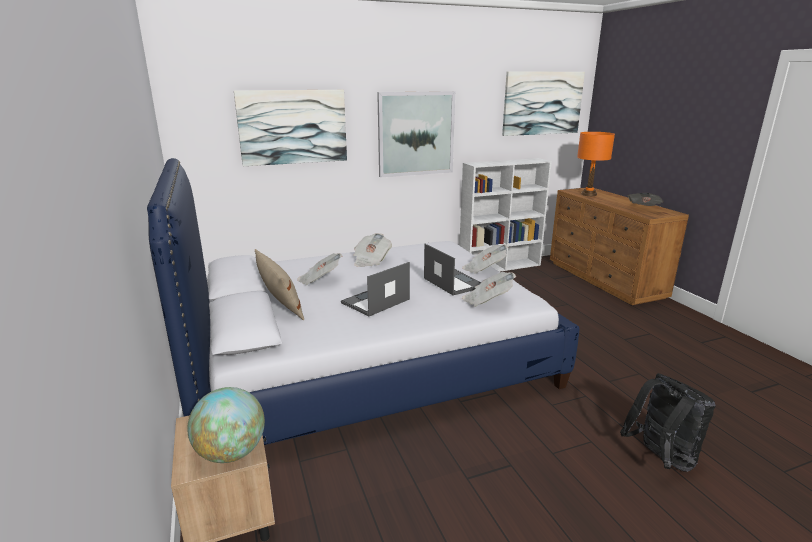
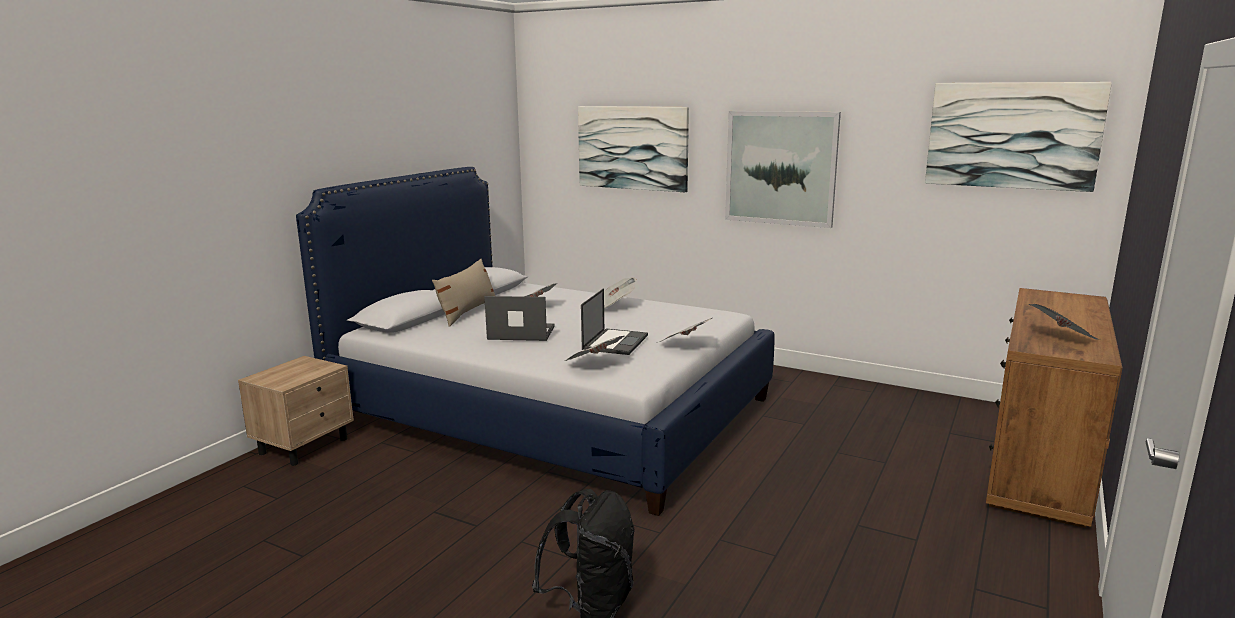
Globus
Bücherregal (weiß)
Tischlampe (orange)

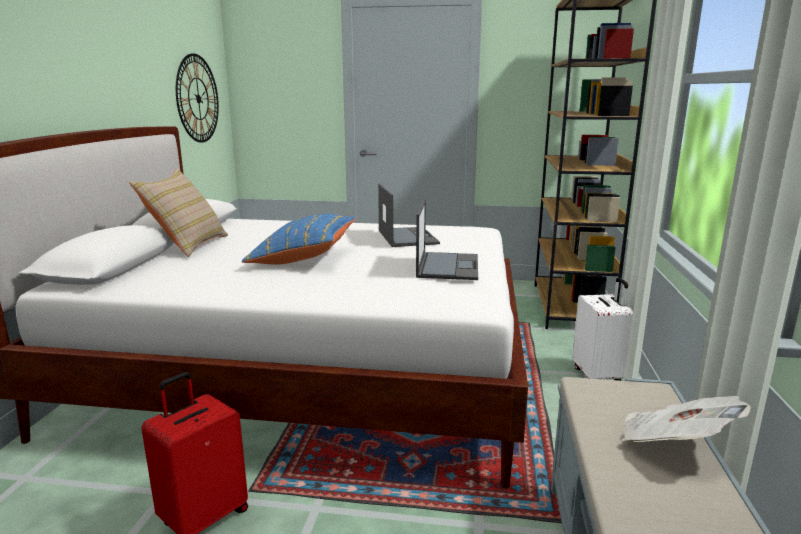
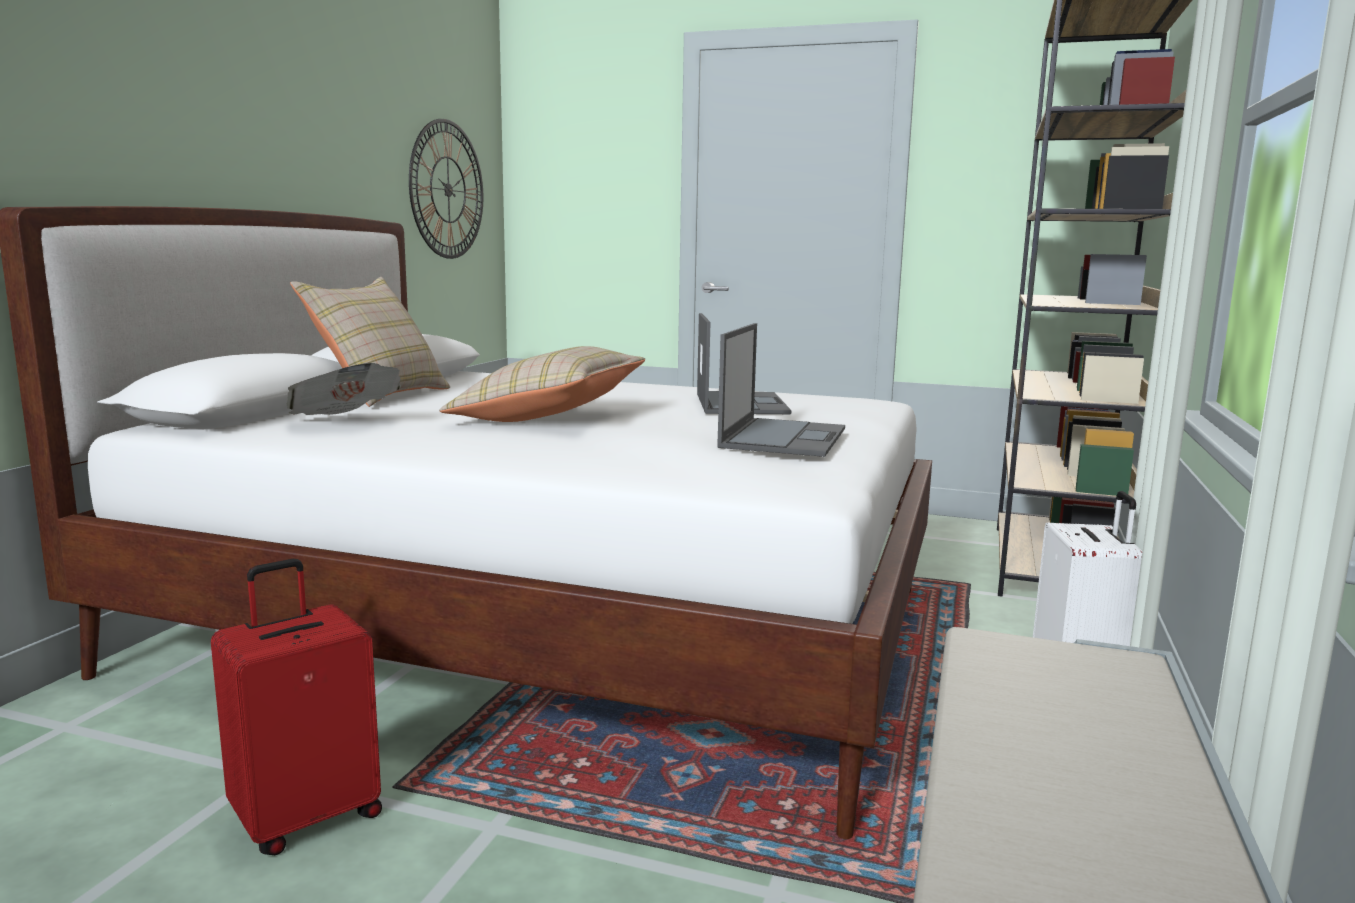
Kissen (beige) (2nd from left)
Zeitung

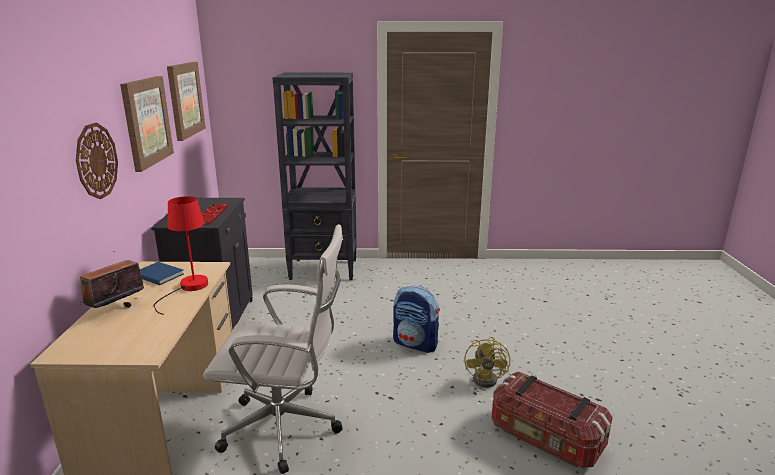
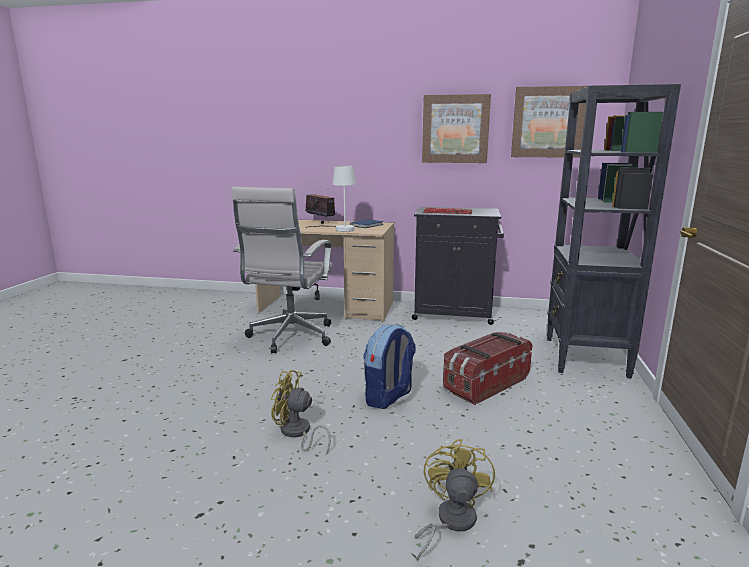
Wanduhr
Tischlampe (weiß)
Aufbewahrungsbox
Ventilator (gelb) (2nd from left)

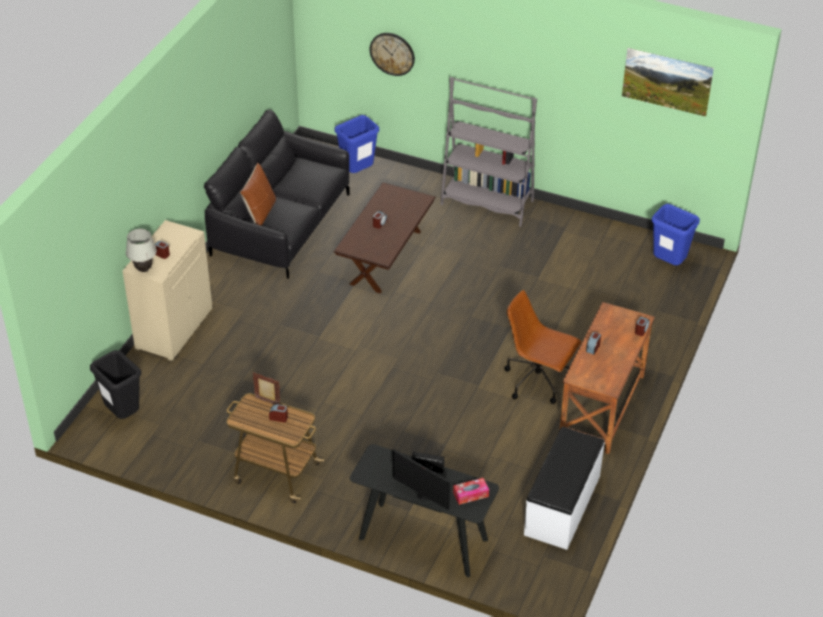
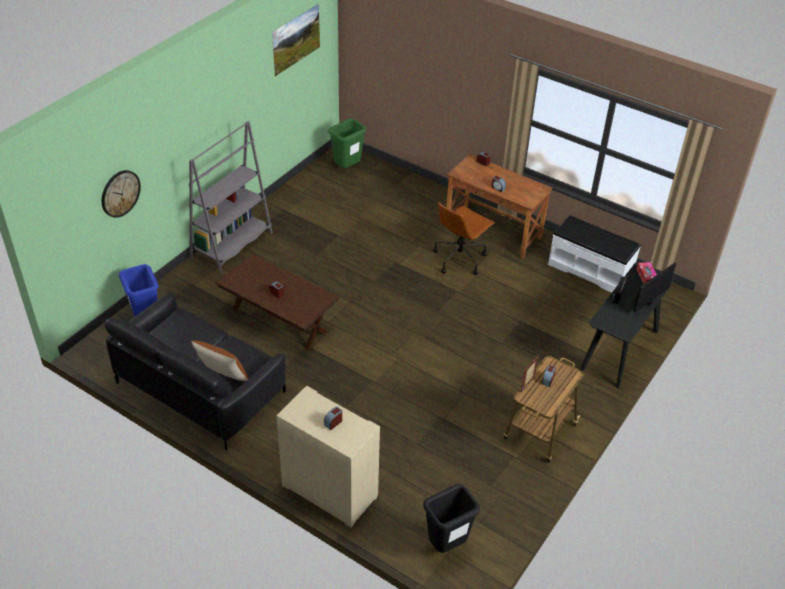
Tischlampe (weiß)
Mülleimer (grün)

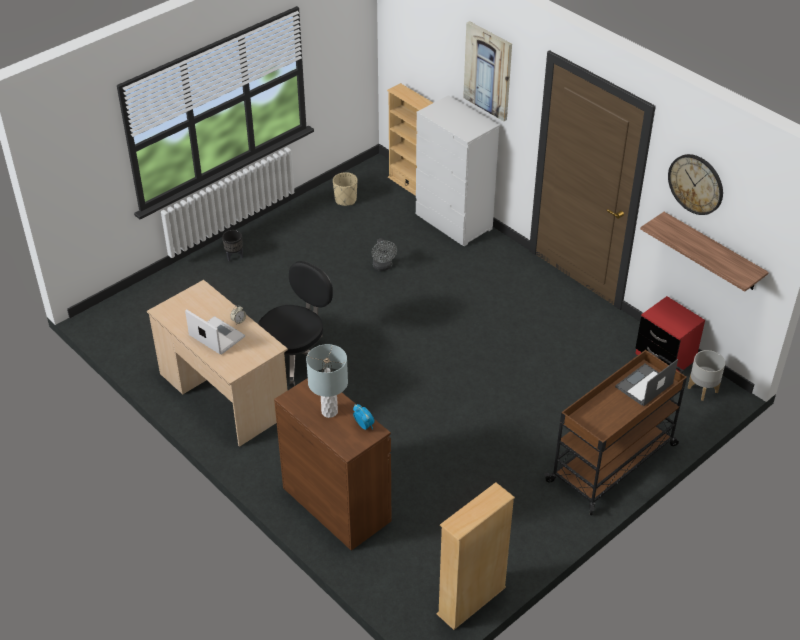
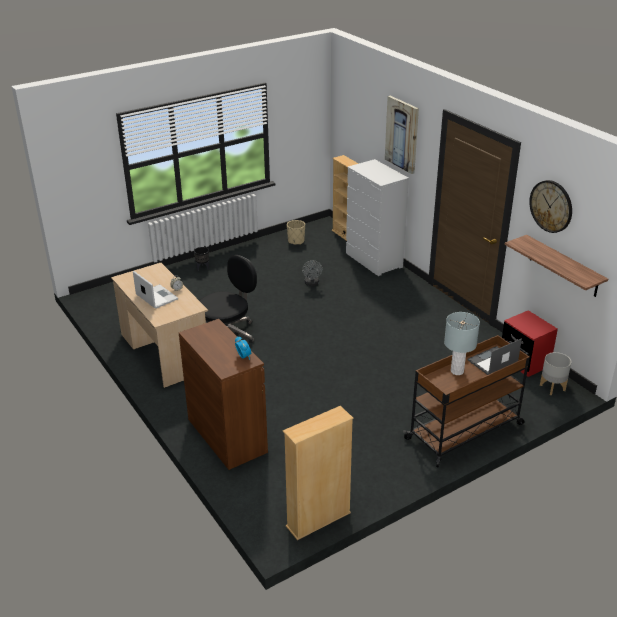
Tischlampe (grau)

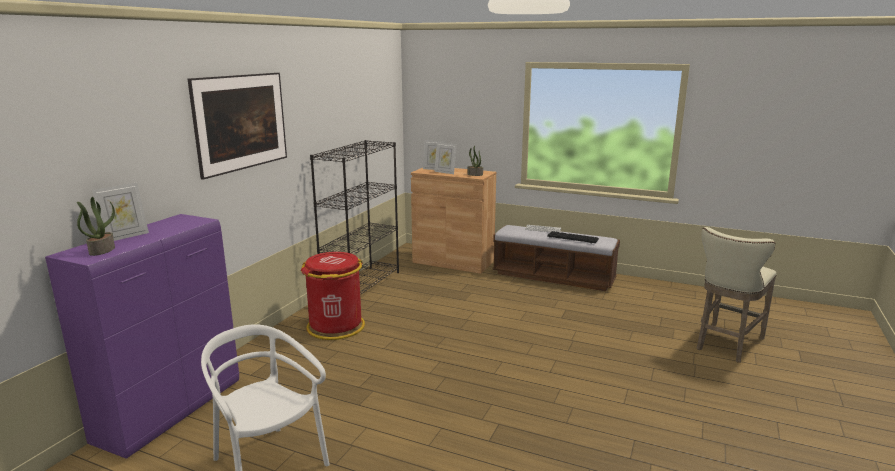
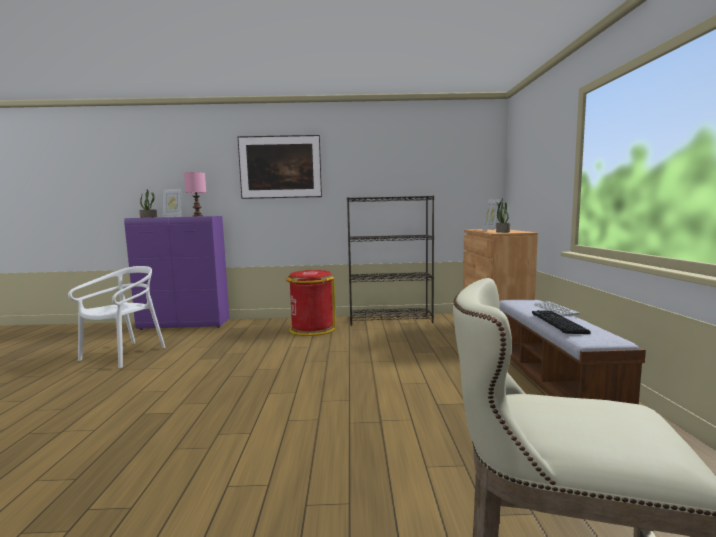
Tischlampe (rosa)

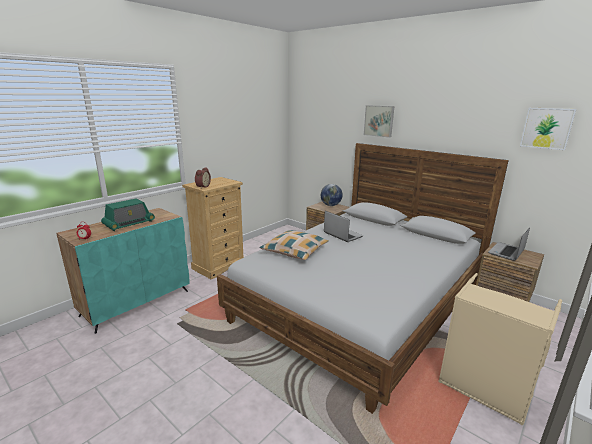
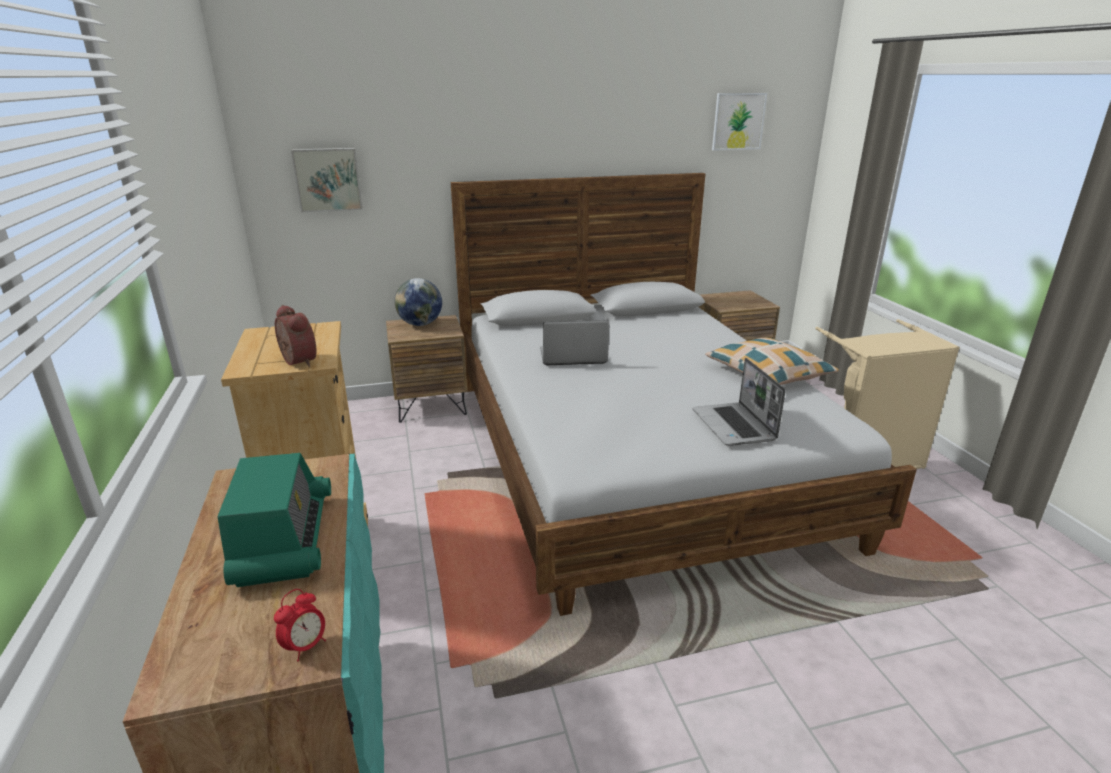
Kissen
Bild (1st from left)
Laptop (2nd from left)

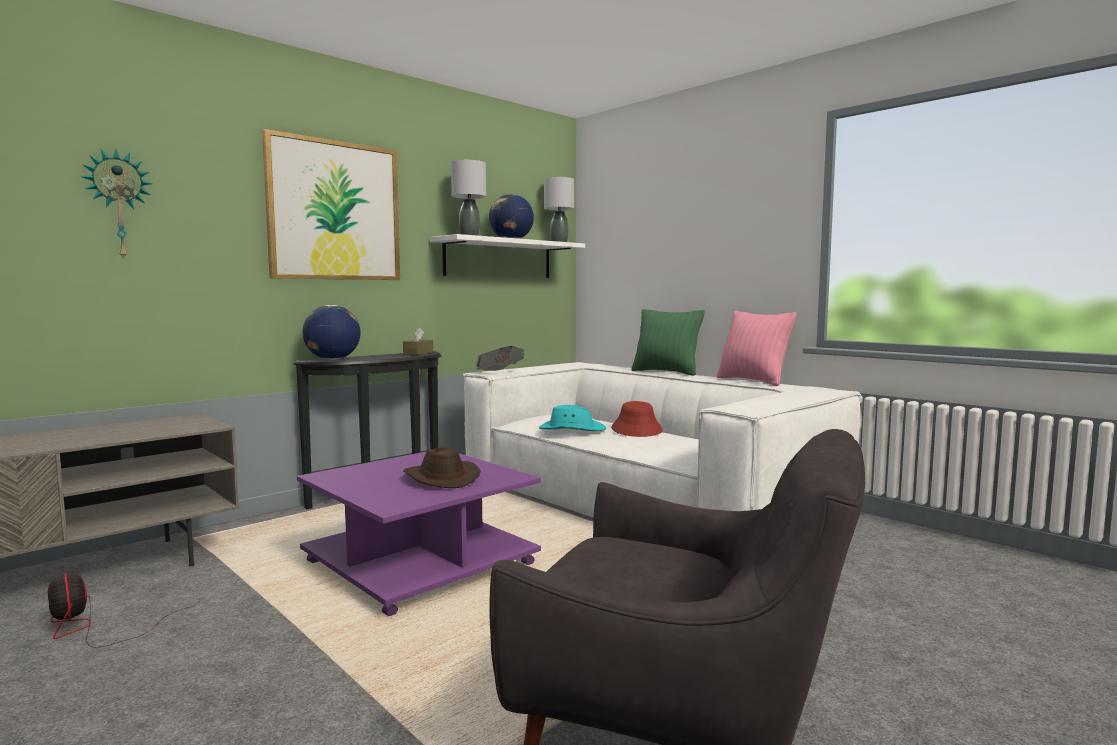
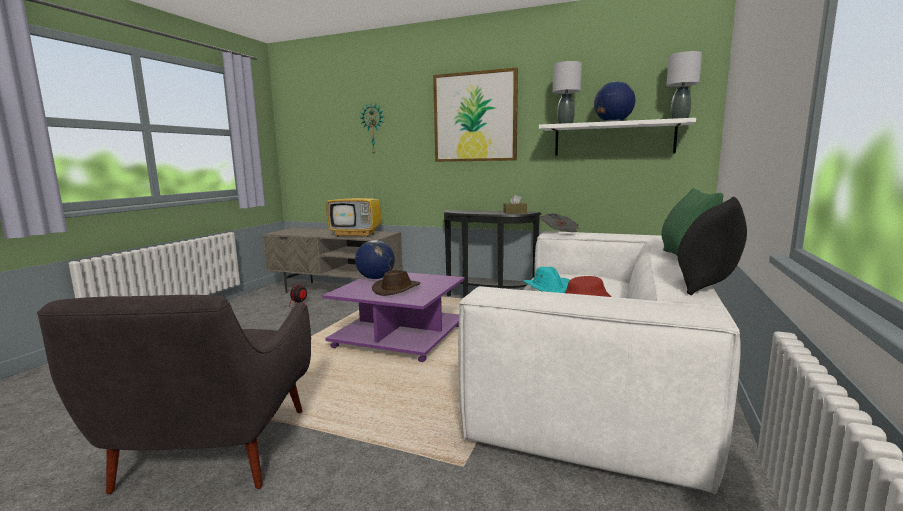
Globus (1st from left)
Kissen (schwarz)
Fernseher

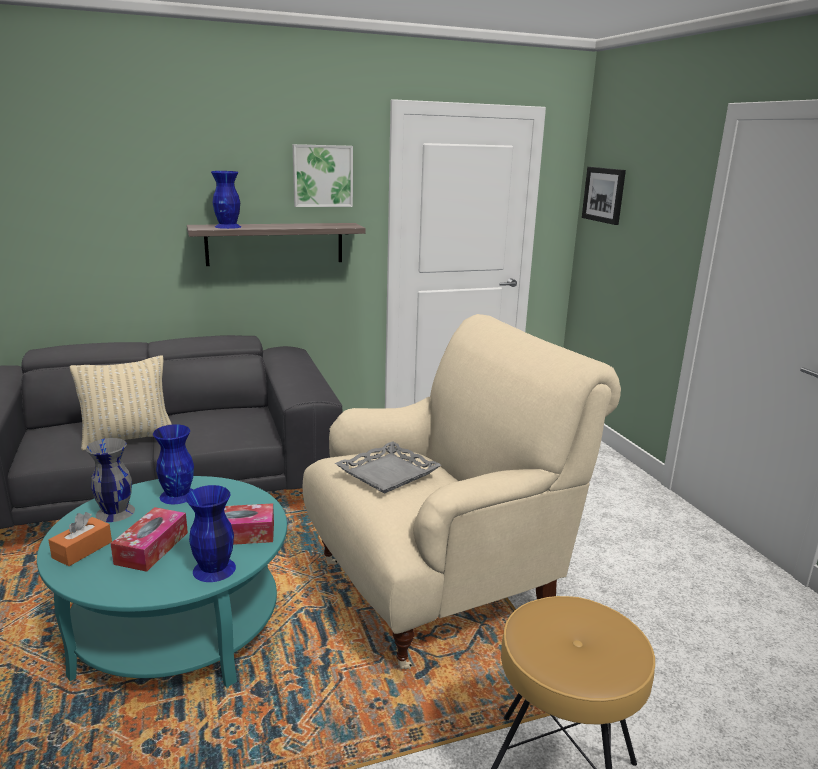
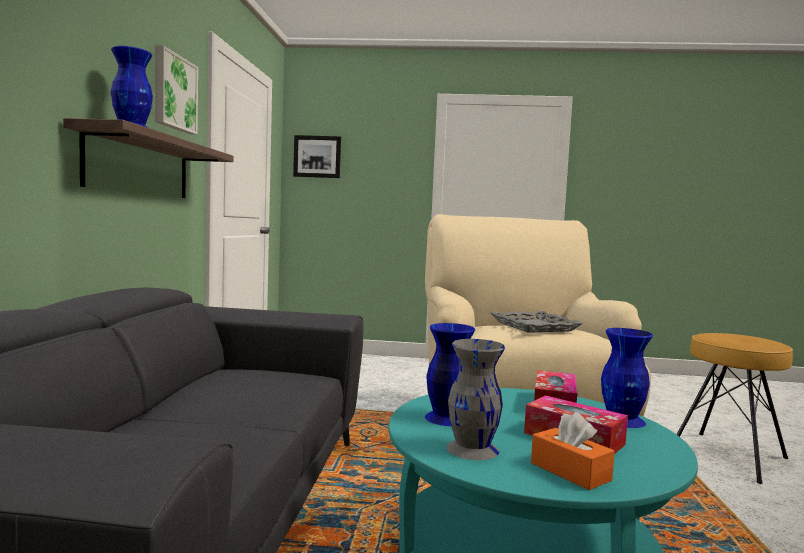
Kissen (beige)

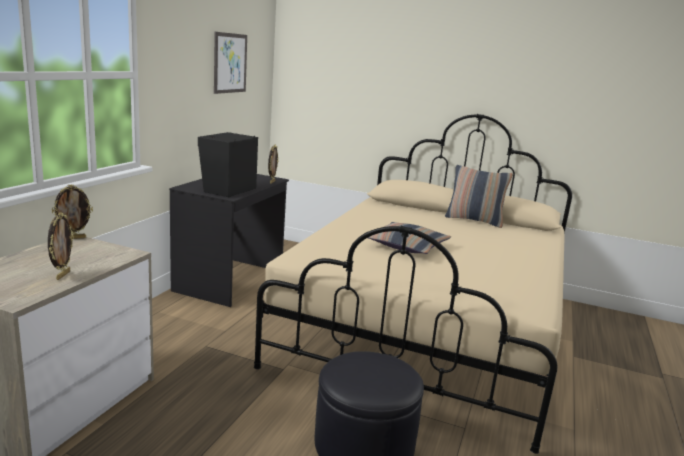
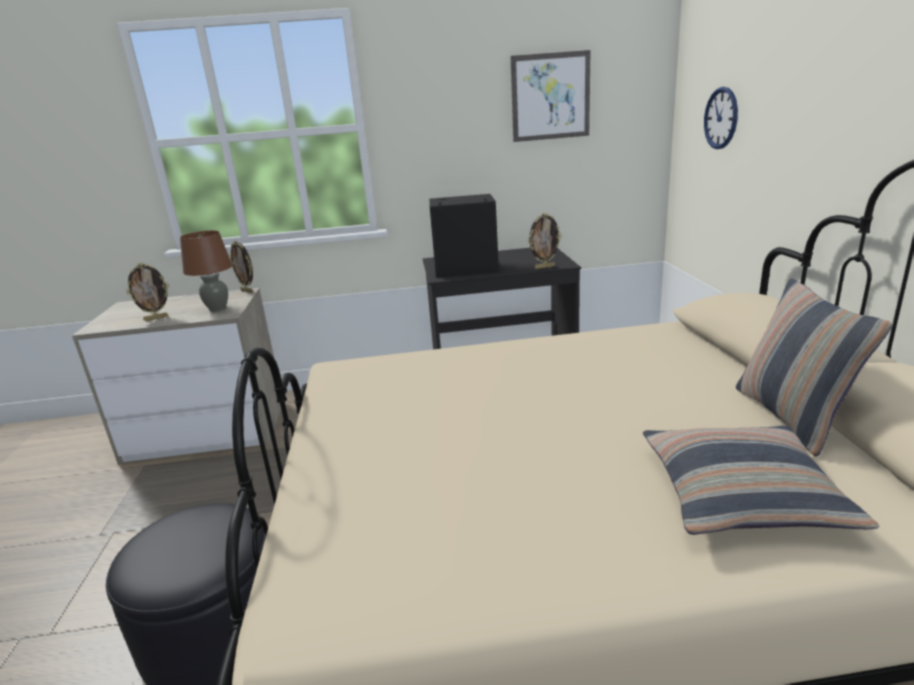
Kissen (1st from left)
Tischlampe (braun)
Wanduhr

